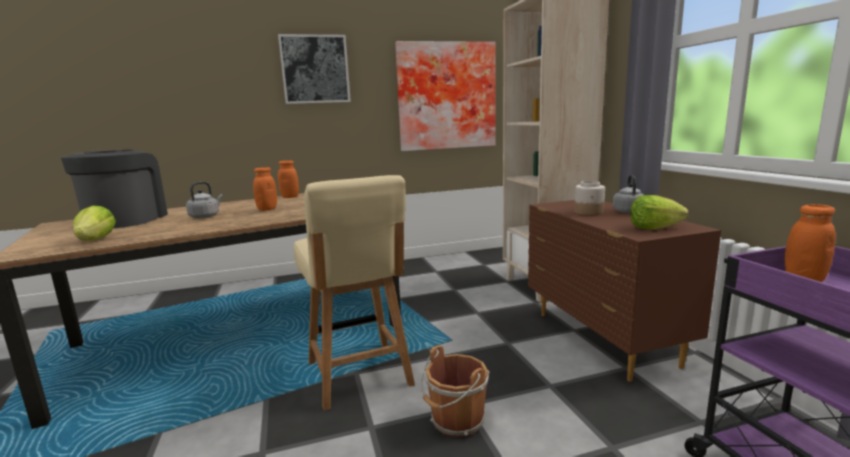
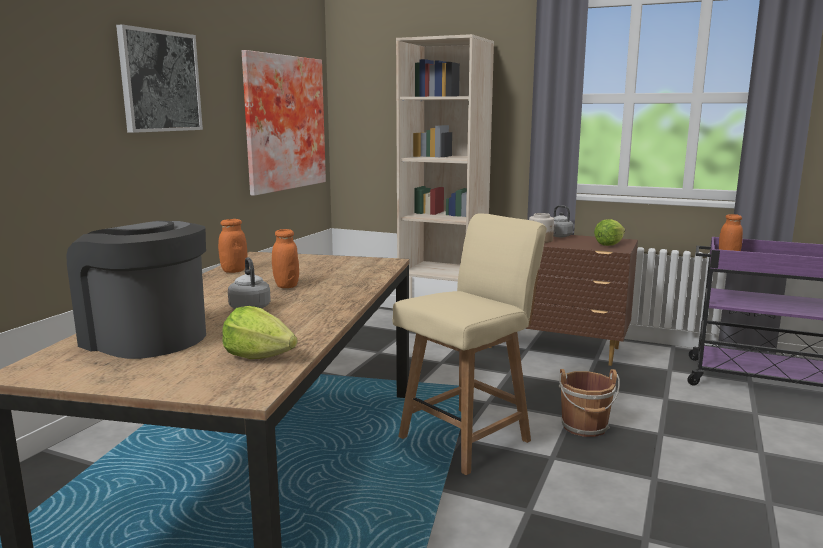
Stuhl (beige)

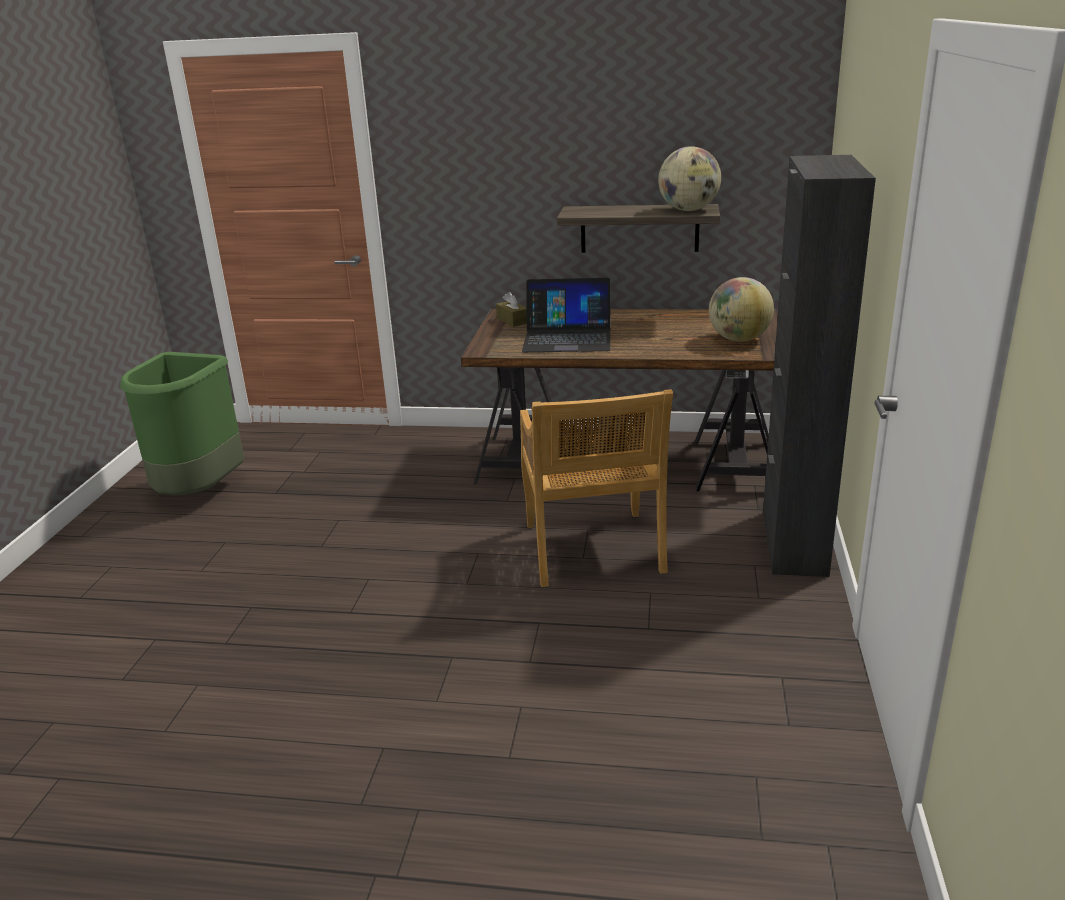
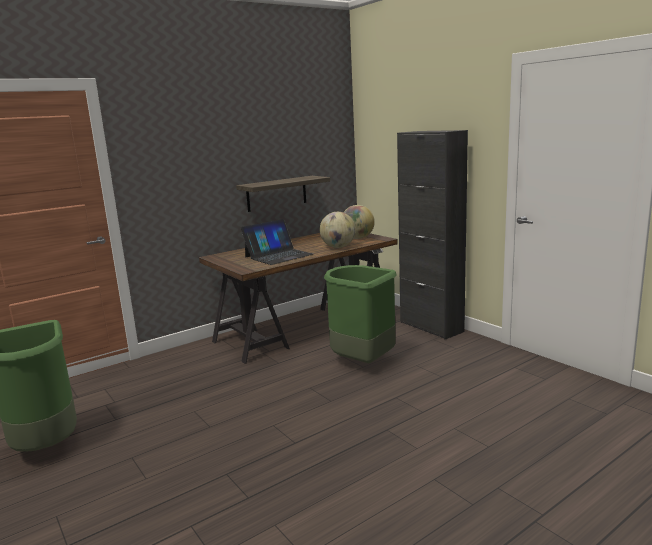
Taschentuchbox (braun)
Mülleimer (grün) (2nd from left)
Globus (1st from left)

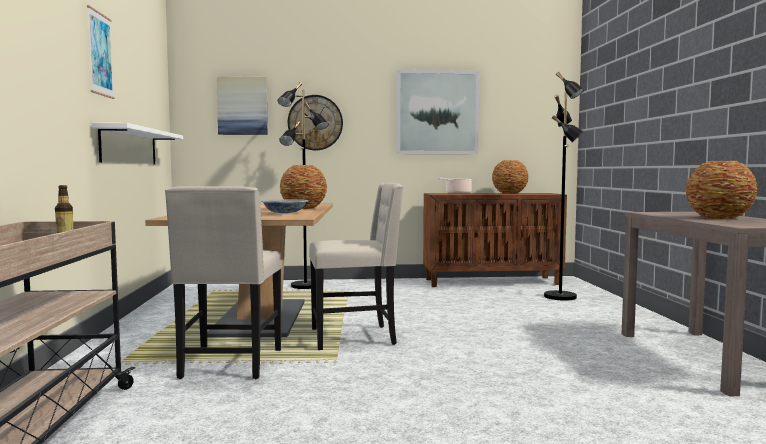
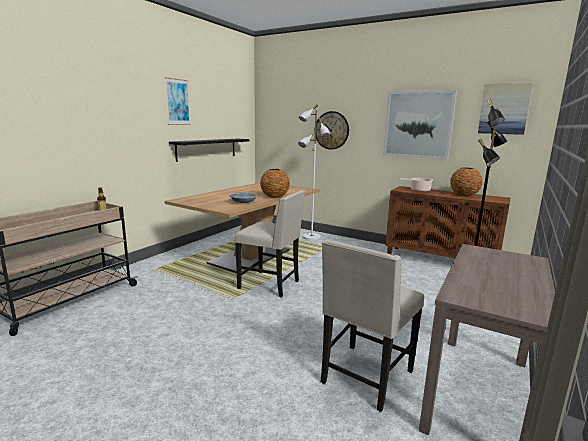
Wandregal (schwarz)
Stuhl (beige) (2nd from left)
Bild (3rd from left)
Stehlampe (weiß)
Vase (3rd from left in the first image)

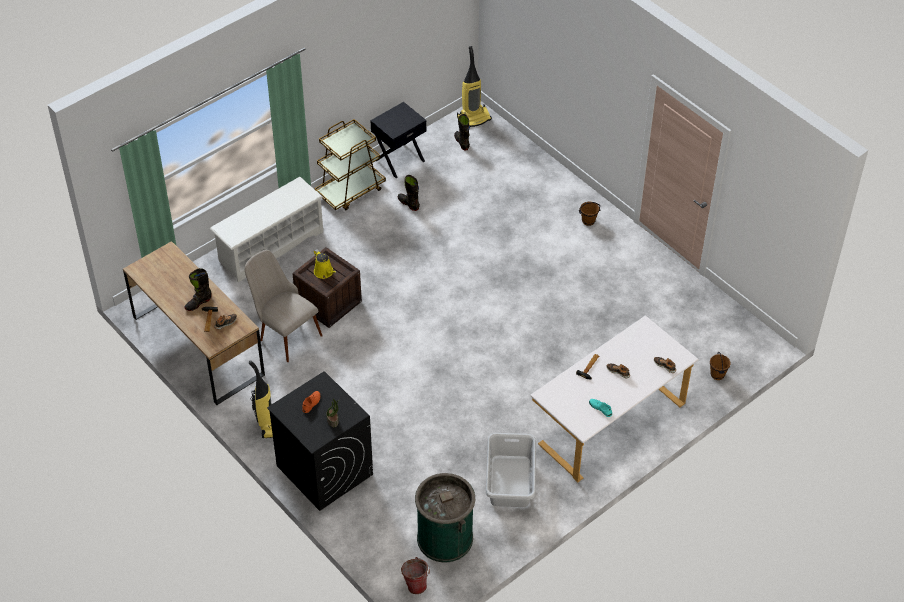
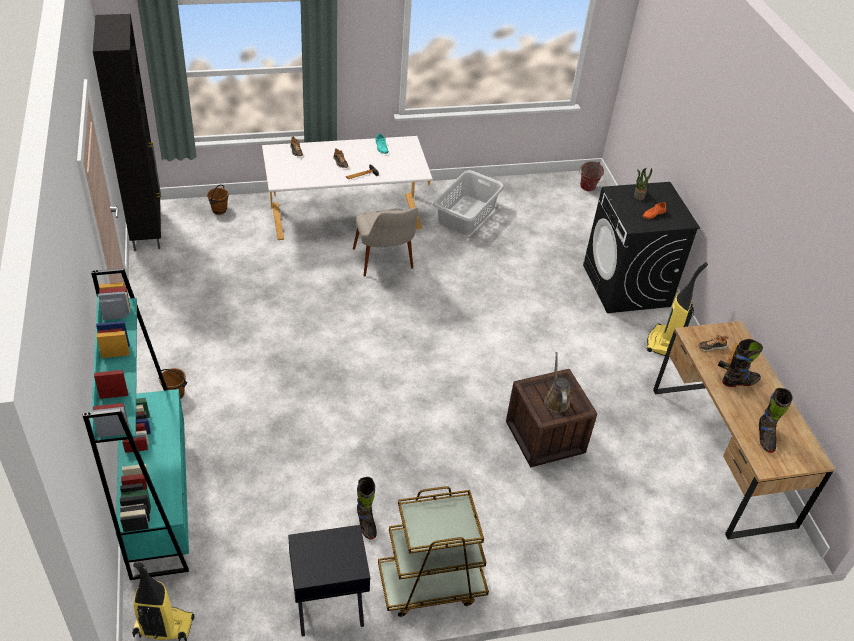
Schuhregal (weiß)
Stuhl (beige)
Gießkanne (braun)
Mülleimer (grün)
Stiefel (schwarz) (3rd from left)
Bücherregal (türkis)
Schrank (schwarz)

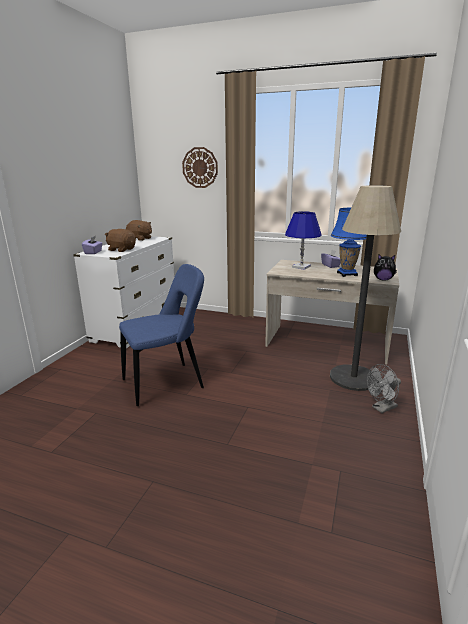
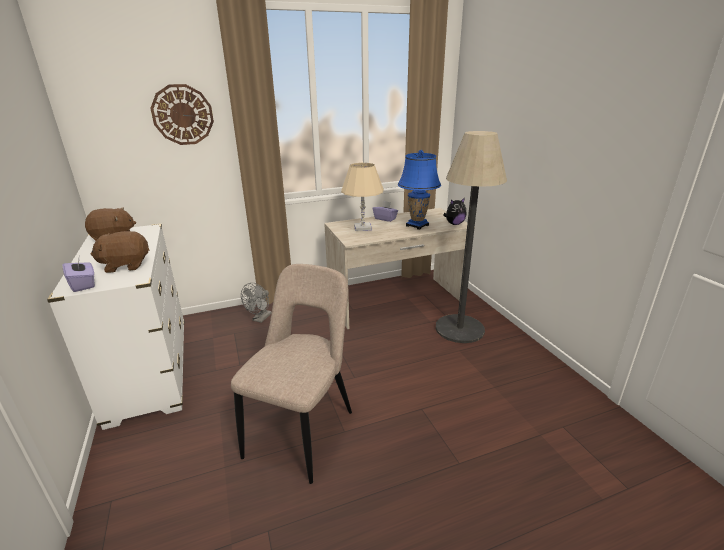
Stuhl (beige)
Tischlampe (beige)
Ventilator (grau)

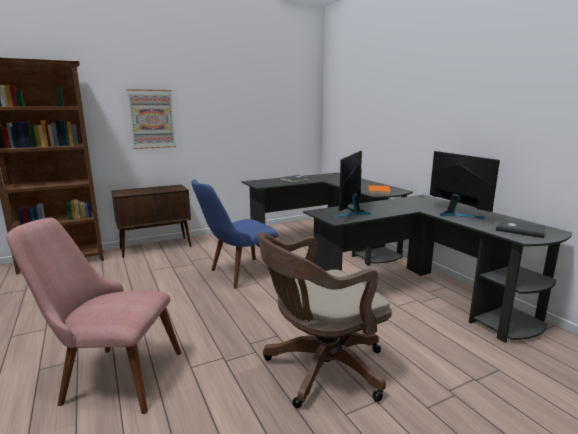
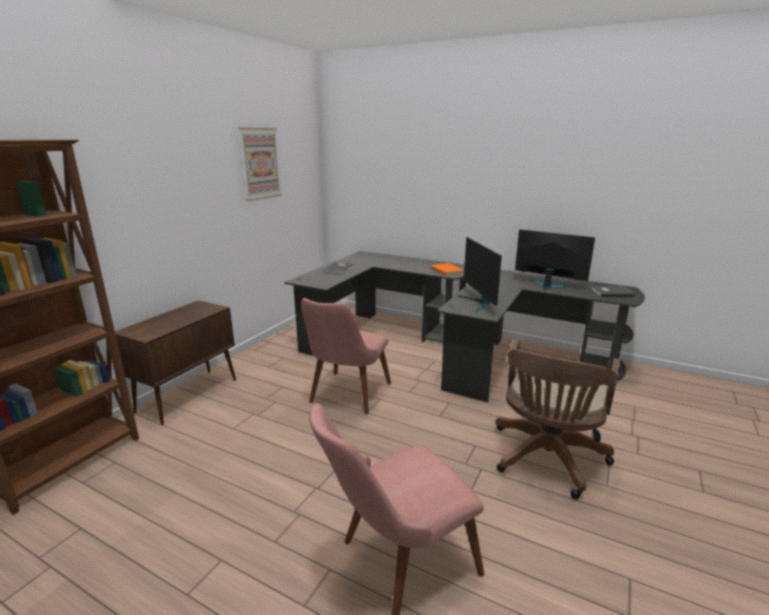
Bild
Stuhl (rosa) (1st from left)

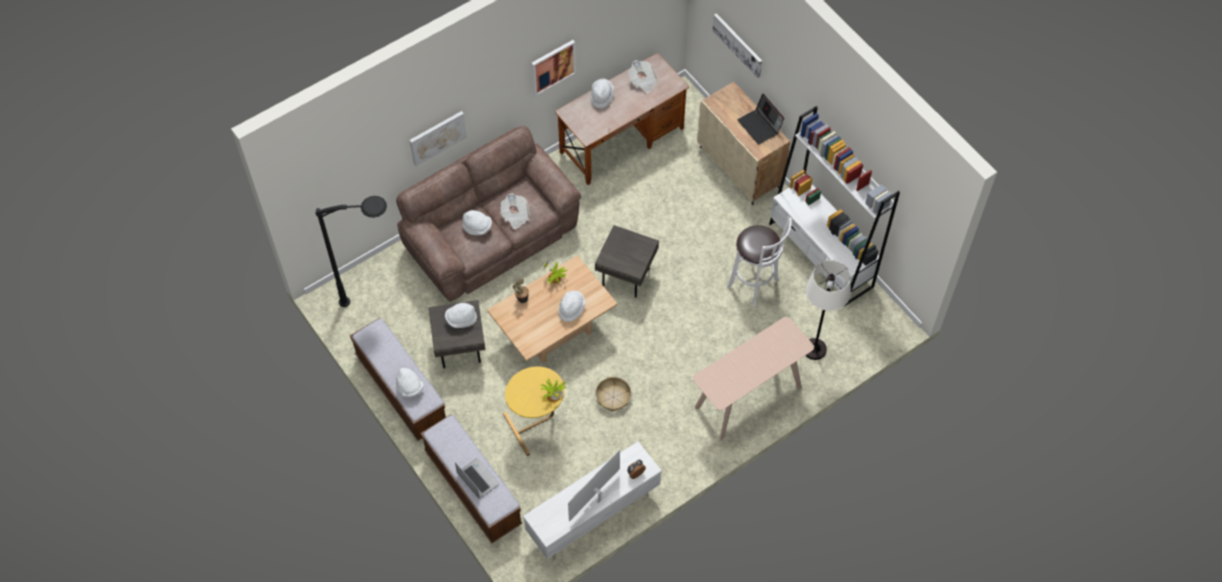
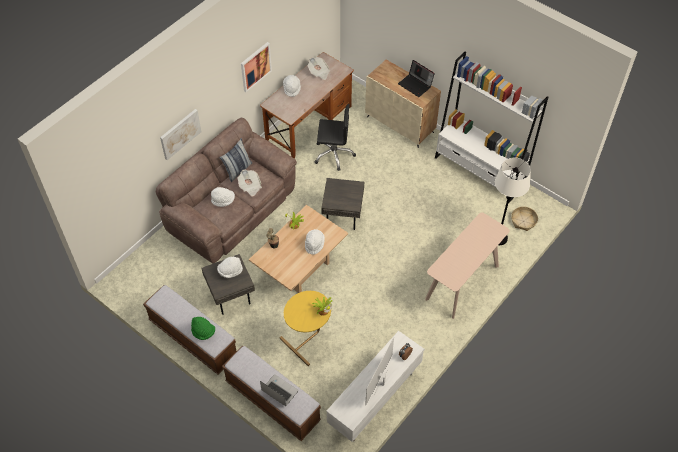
Stehlampe (schwarz)
Hut (grün)
Korb
Bild (3rd from left in the first image)
Hocker (weiß)
Kissen
Bürostuhl (schwarz)

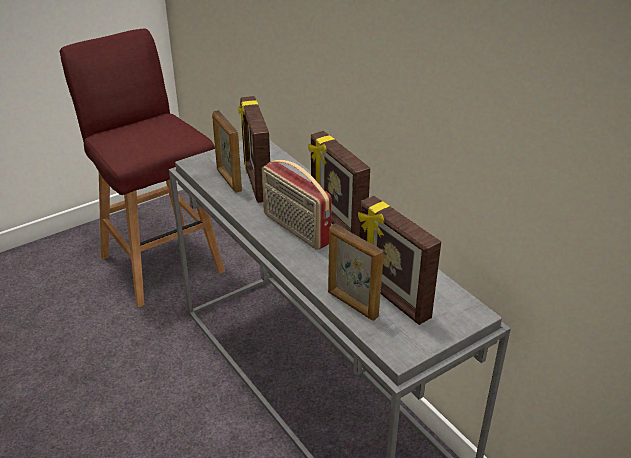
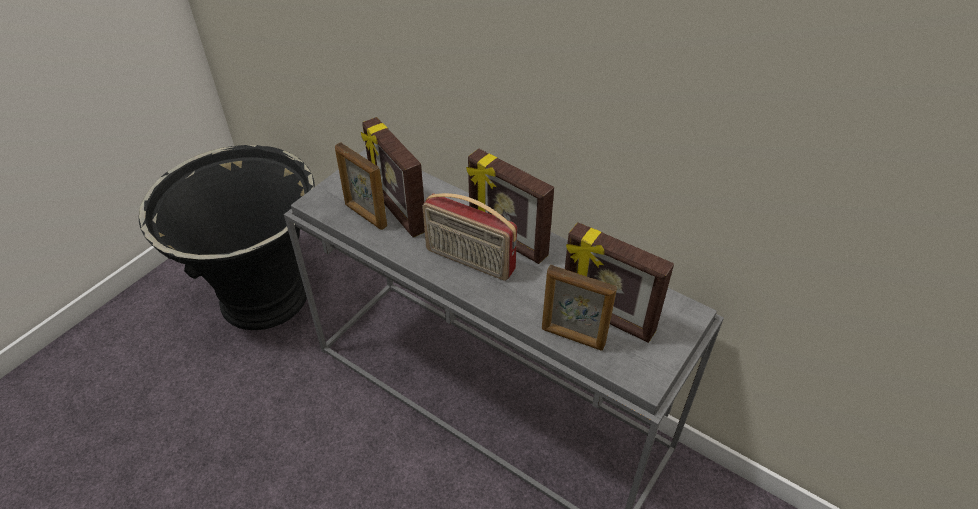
Pflanzkübel (schwarz)

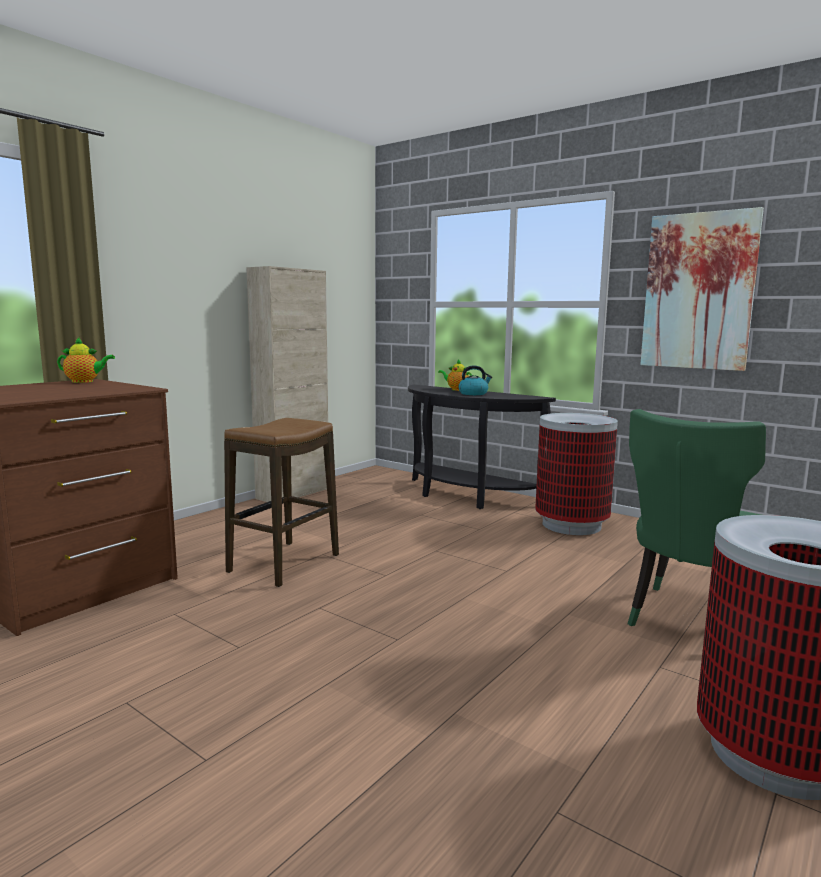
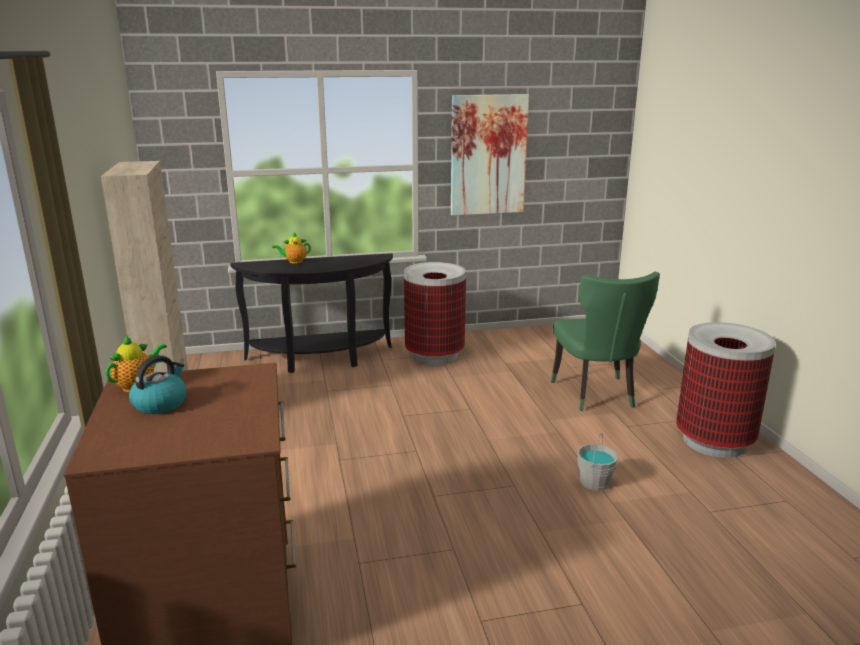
Hocker
Wasserkessel
Eimer (grau)

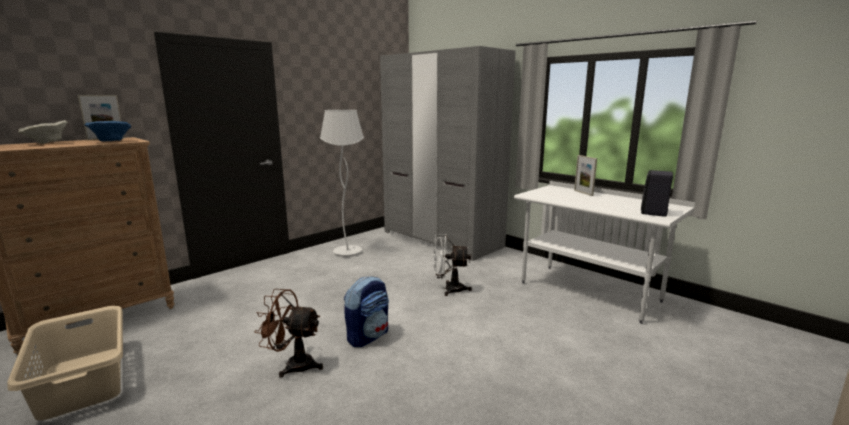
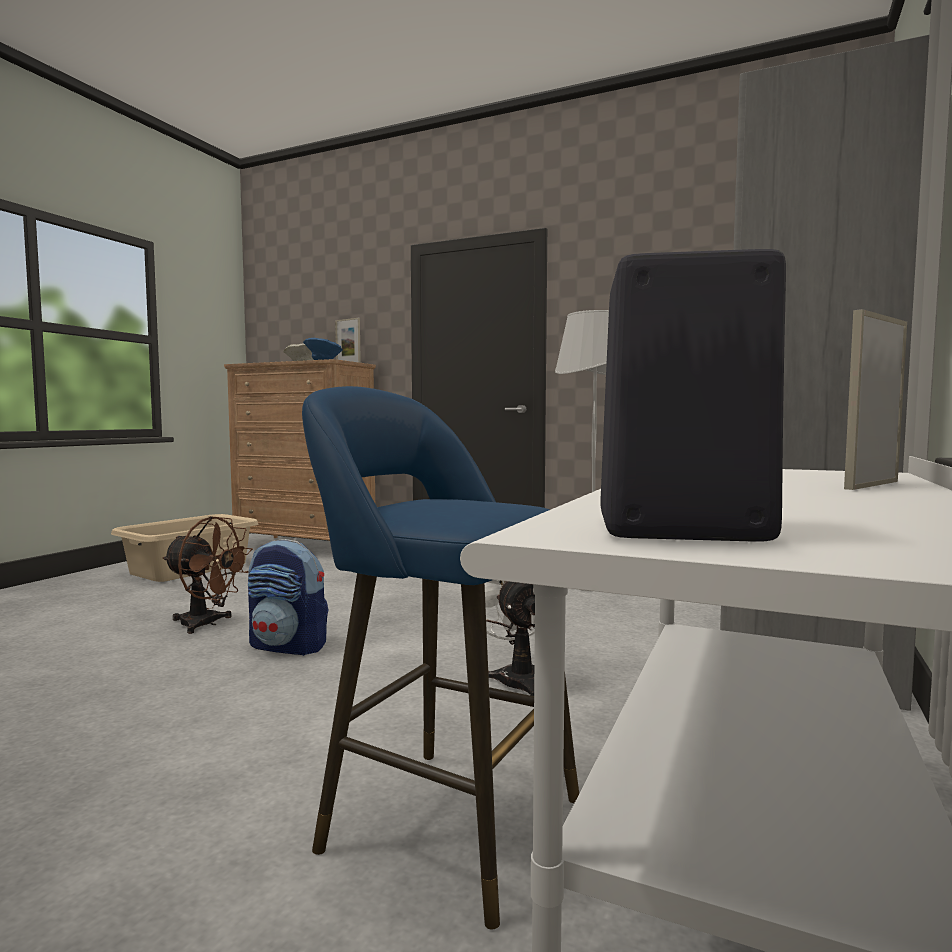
Ventilator (braun)
Hocker (blau)

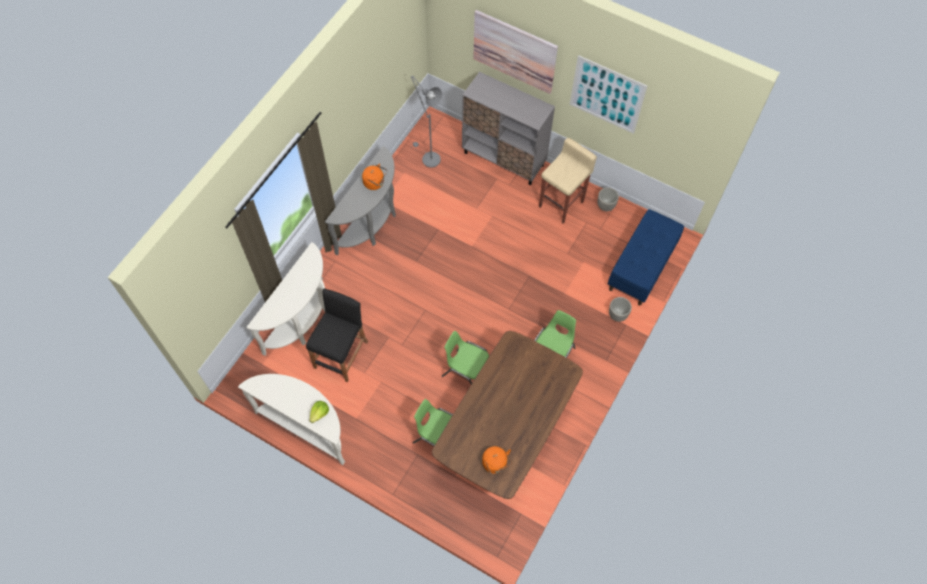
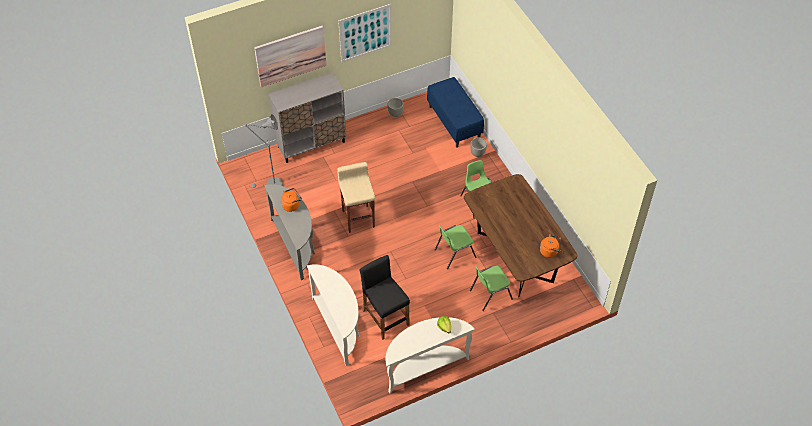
Hocker (beige)

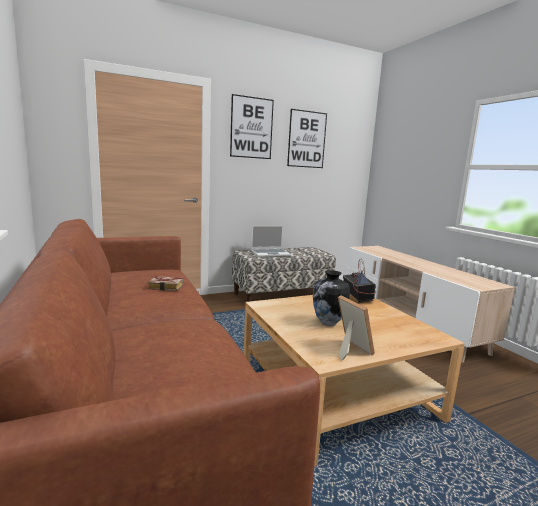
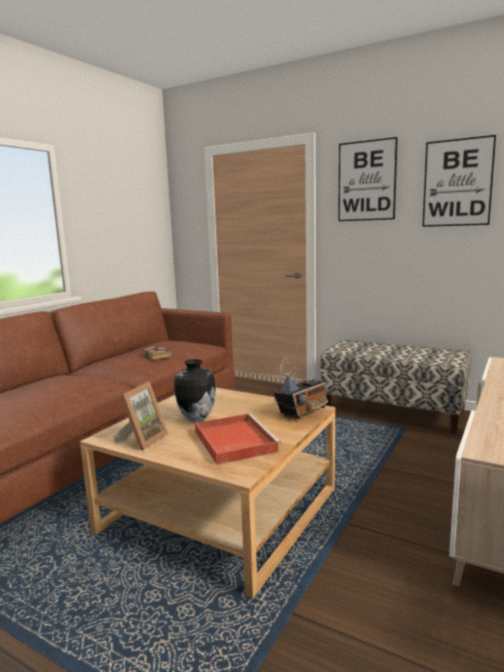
Laptop
Tablett (rot)

